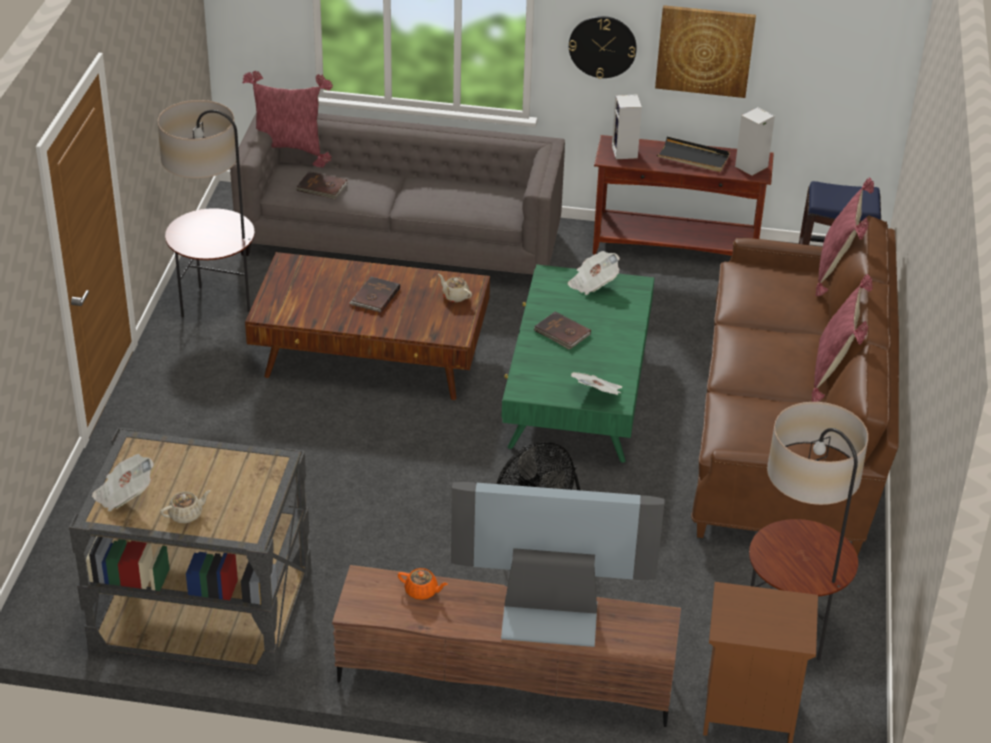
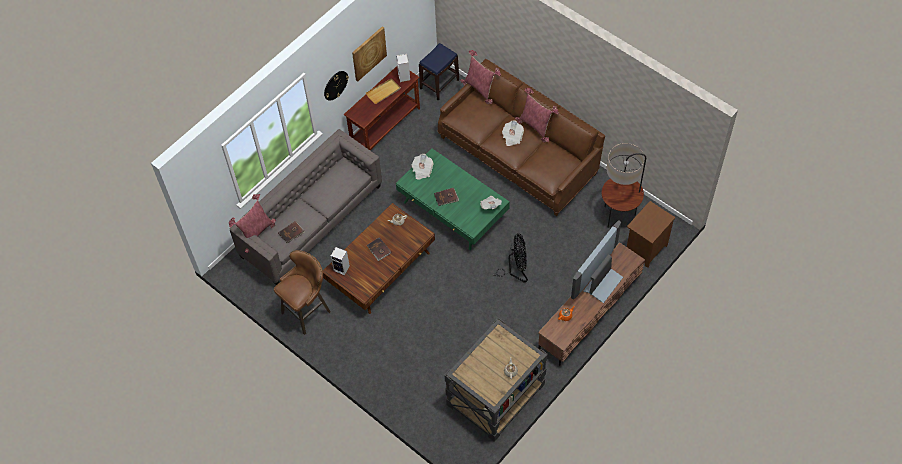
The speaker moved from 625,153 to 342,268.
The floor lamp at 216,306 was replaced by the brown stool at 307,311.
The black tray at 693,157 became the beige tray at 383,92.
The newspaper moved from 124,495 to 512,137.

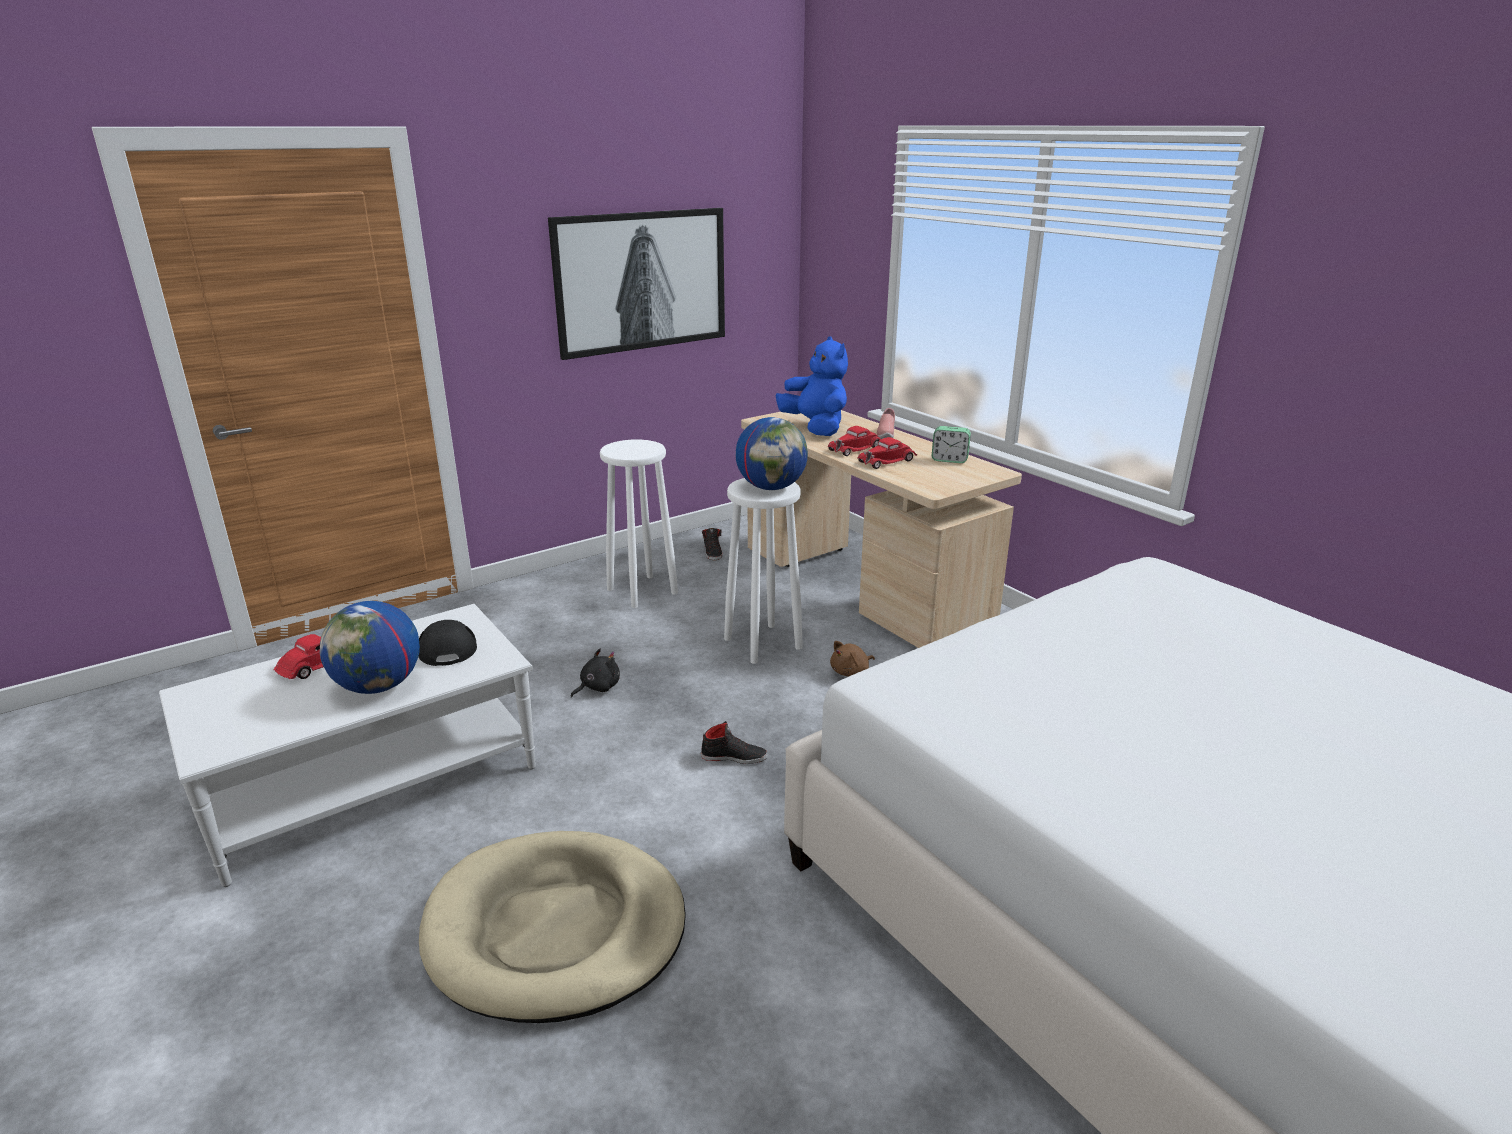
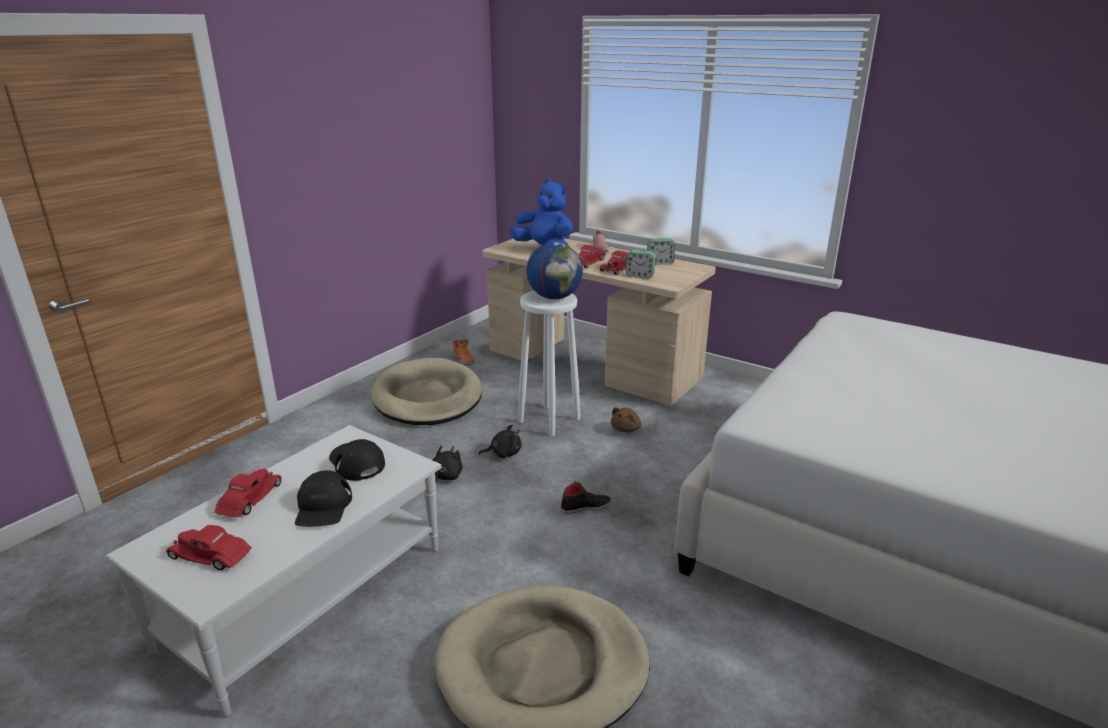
The picture at 642,281 disappeared.
The white stool at 641,591 was replaced by the beige dog bed at 427,397.
The black shoe at 713,552 became the orange shoe at 464,359.
The globe at 378,686 was replaced by the black cap at 323,507.
The alarm clock at 639,276 appeared.
The black plush toy at 503,453 appeared.
The red toy car at 211,555 appeared.

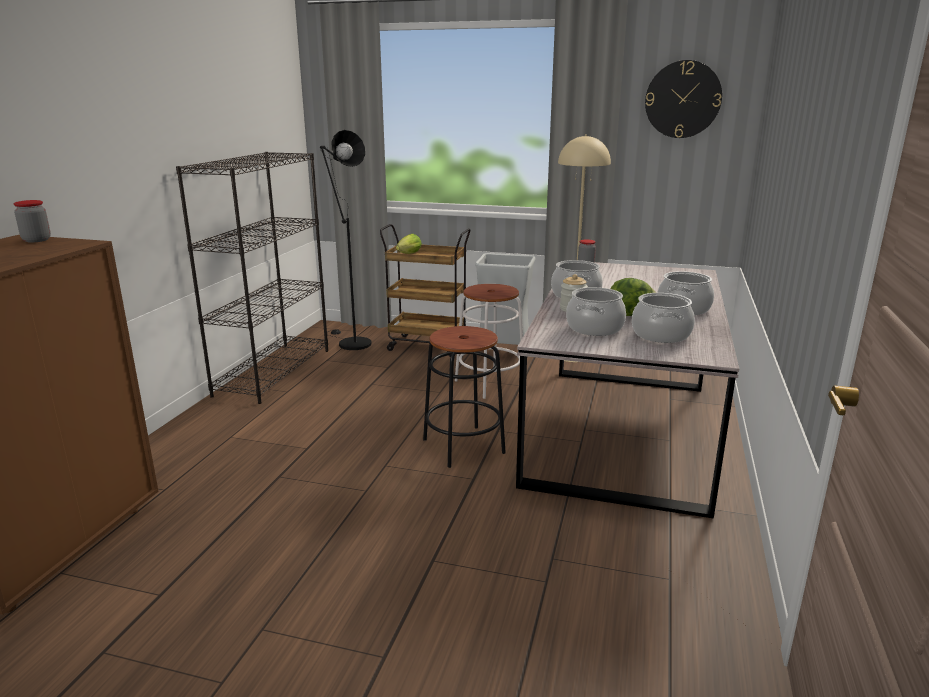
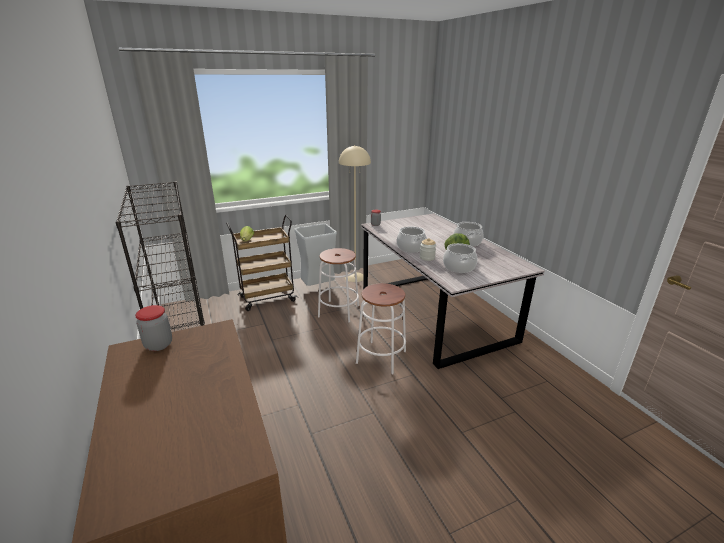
The wall clock at 683,99 disappeared.
The black floor lamp at 350,342 disappeared.
The cooking pot at 661,335 disappeared.
The black stool at 463,446 became the white stool at 381,357.

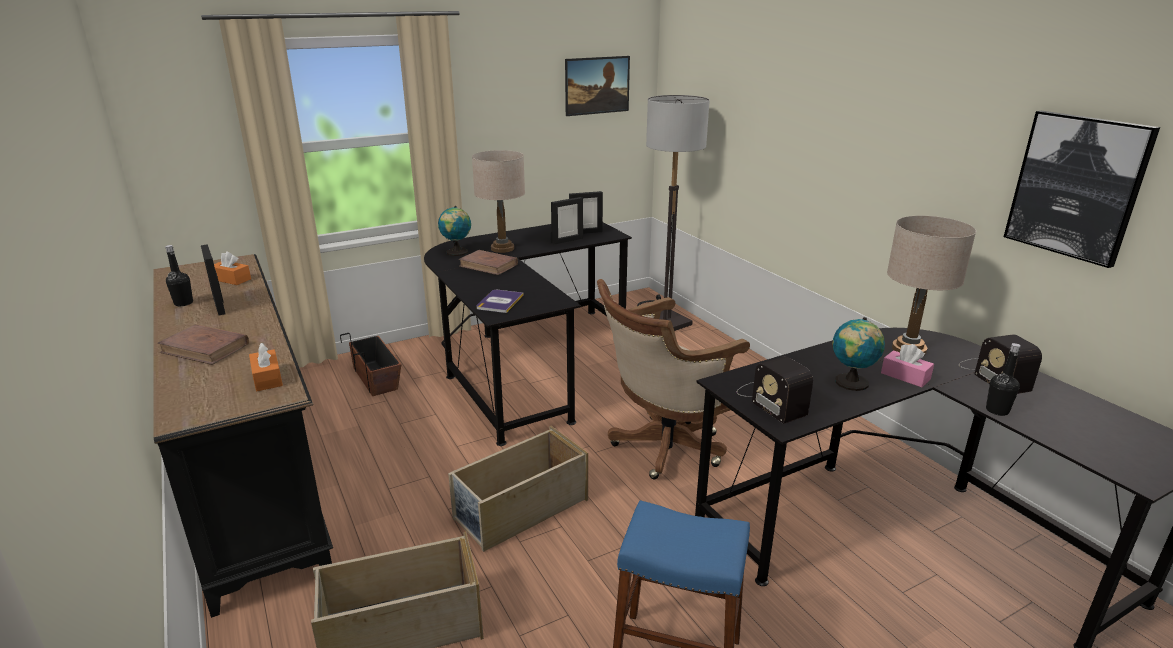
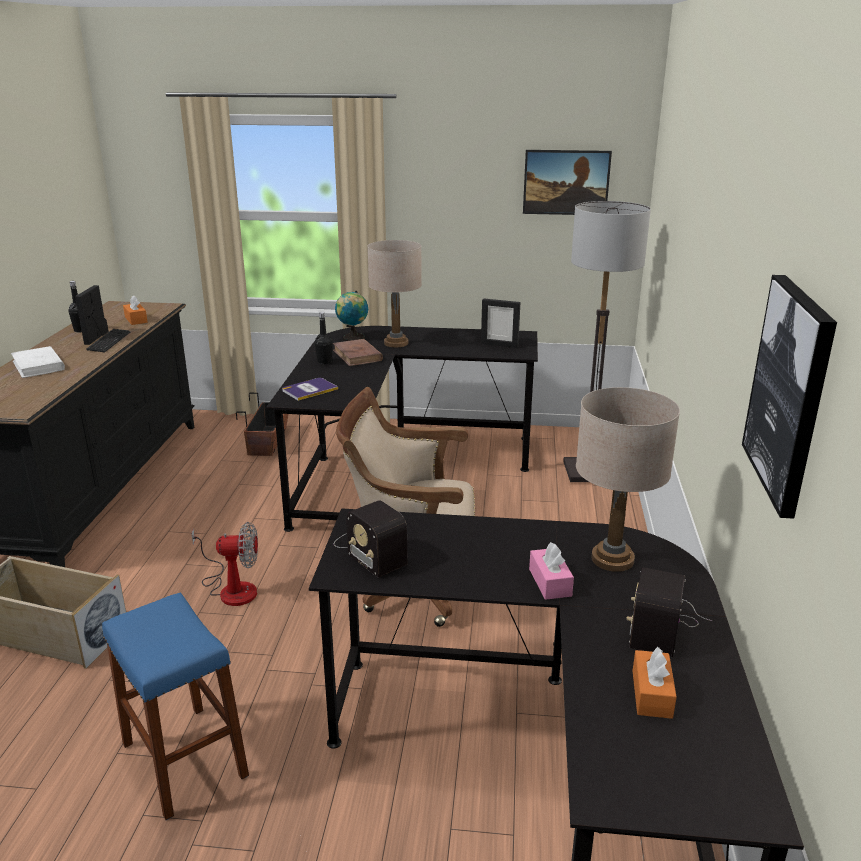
The picture frame at 567,240 disappeared.
The globe at 851,383 disappeared.
The brown book at 205,348 became the white book at 38,365.
The orange tissue box moved from 267,378 to 651,694.
The black bottle moved from 997,410 to 324,362.
The radio at 770,399 turned 45 degrees counterclockwise.
The beige storage box at 520,510 was replaced by the fan at 231,588.
The keyboard at 109,342 appeared.

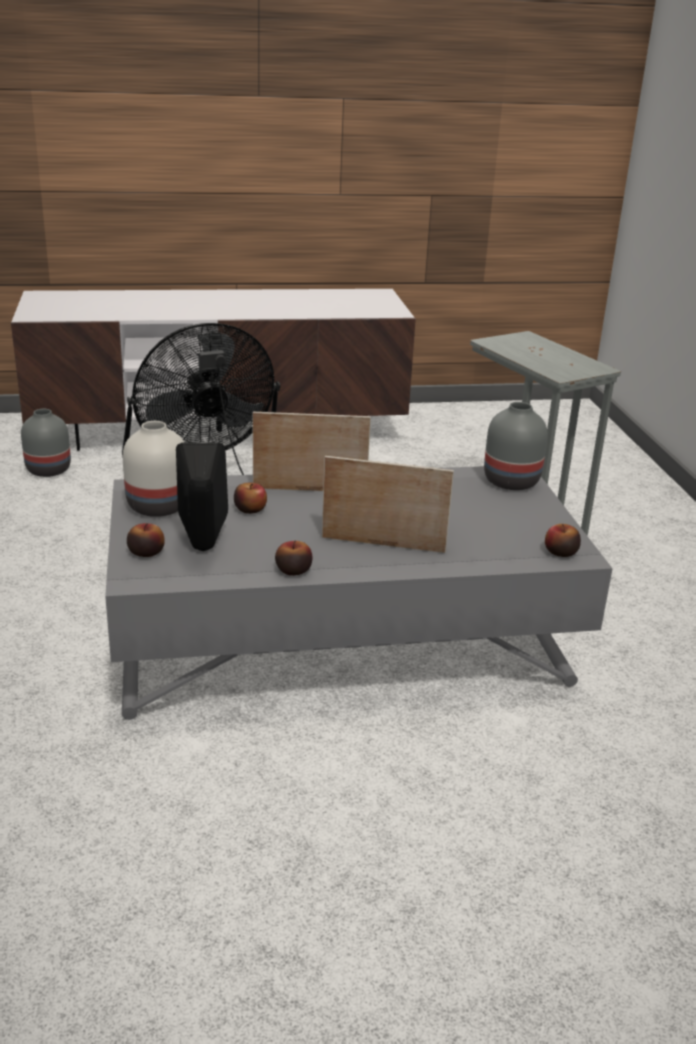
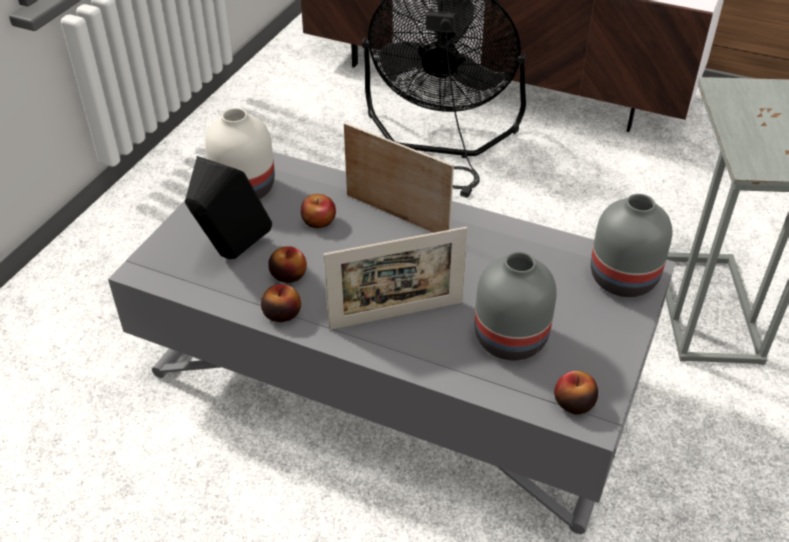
The grey vase moved from 49,470 to 510,340.
The picture frame at 383,545 turned 120 degrees clockwise.
The apple moved from 146,552 to 288,275.

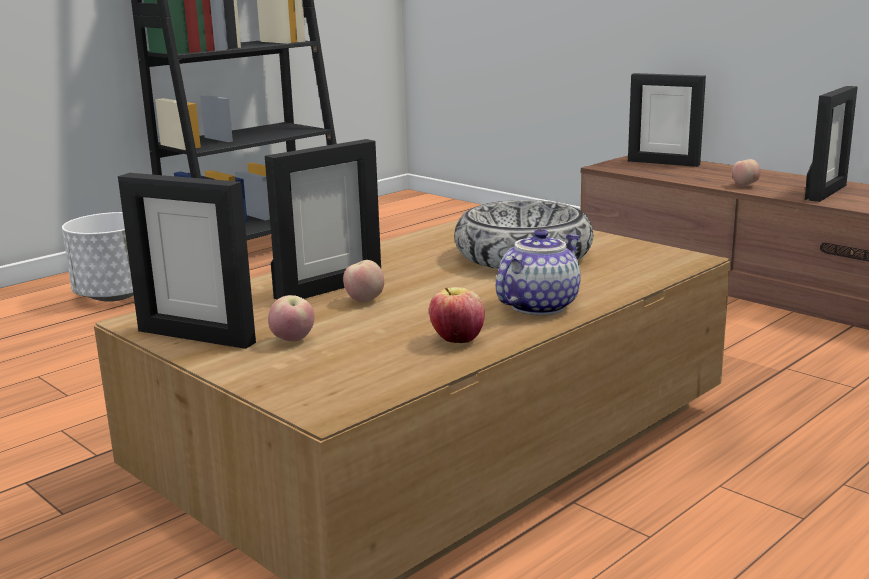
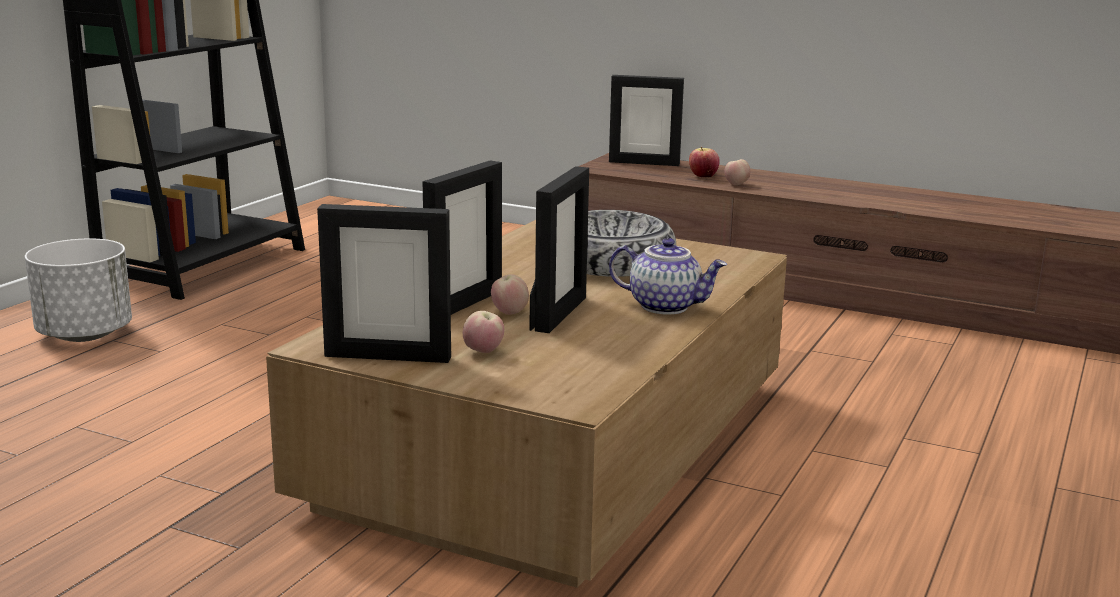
The picture frame moved from 826,192 to 558,313.
The teapot at 537,306 turned 90 degrees clockwise.
The apple moved from 457,340 to 703,177.

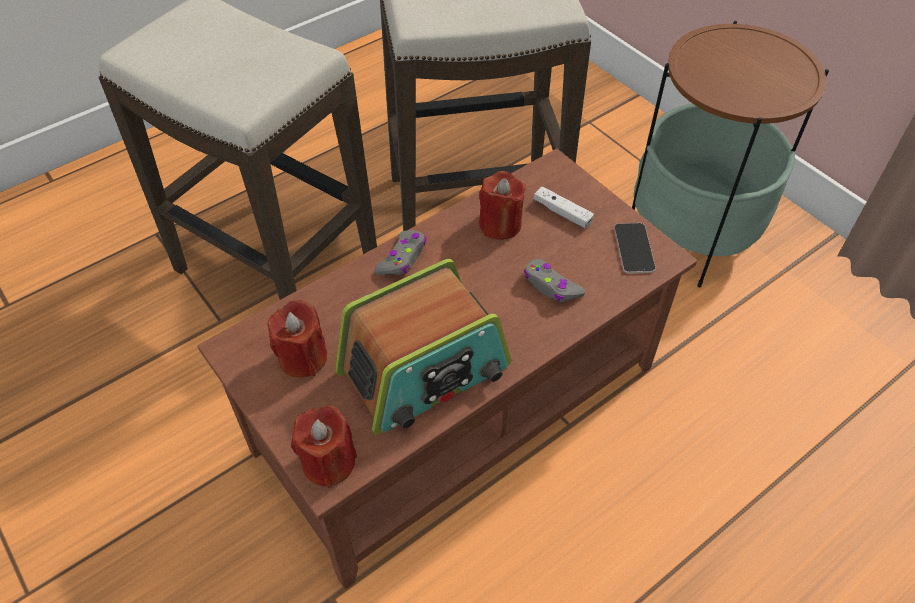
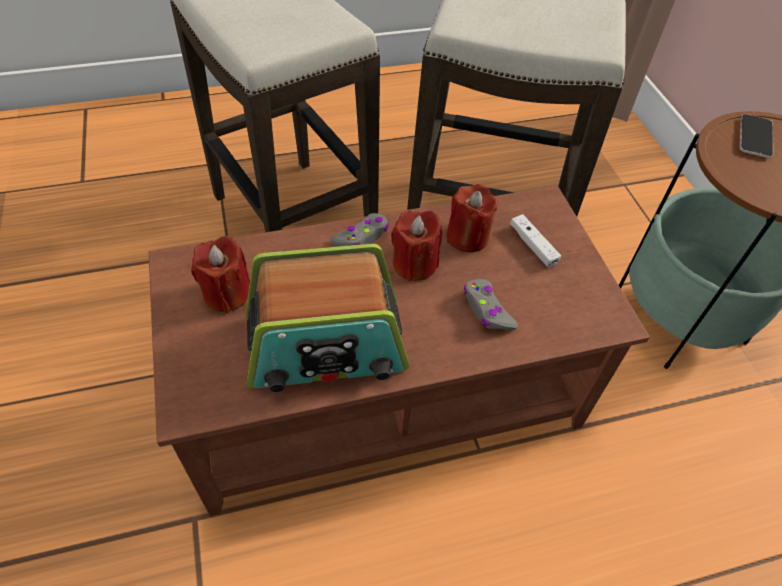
The phone moved from 634,248 to 755,136.
The red candle moved from 328,462 to 414,264.

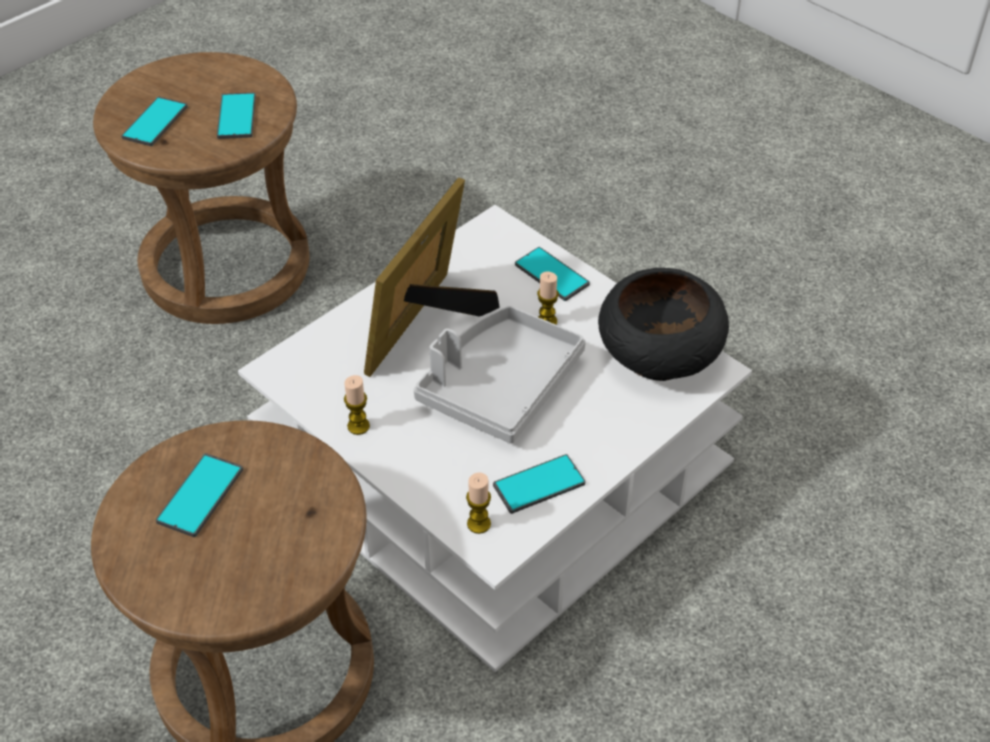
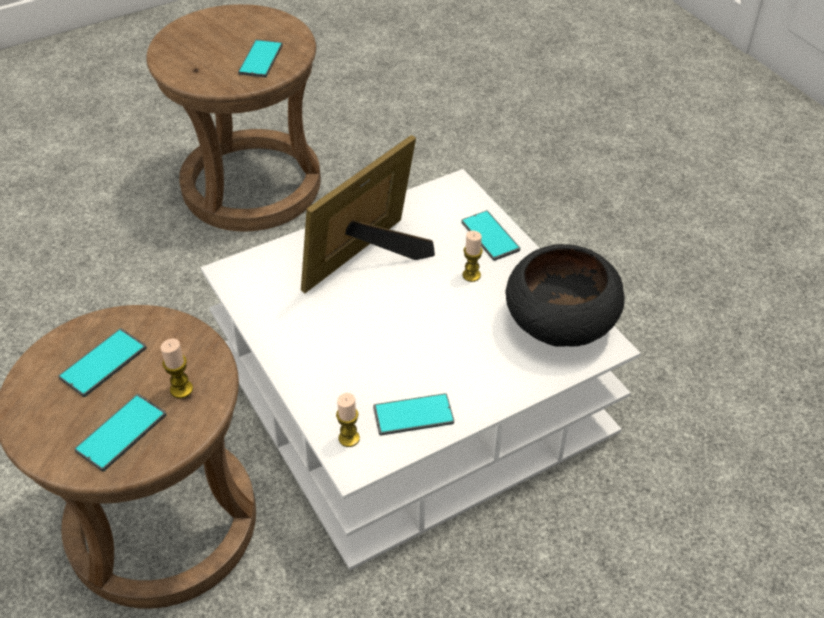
The phone moved from 155,122 to 121,432.
The grey tray at 500,385 disappeared.
The candle moved from 358,426 to 181,389.

